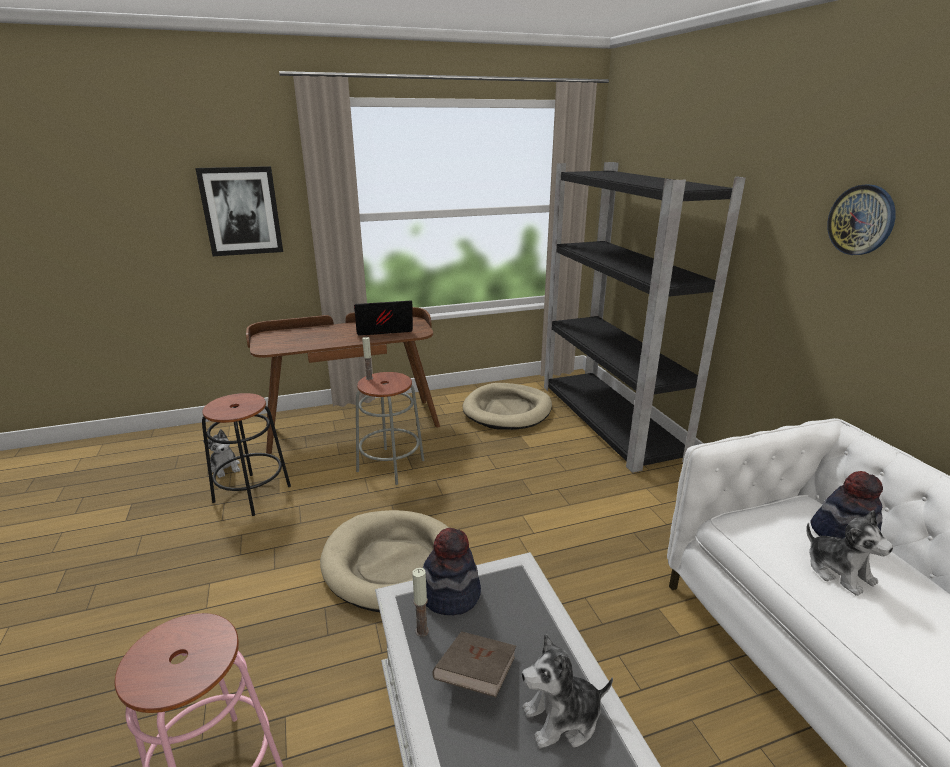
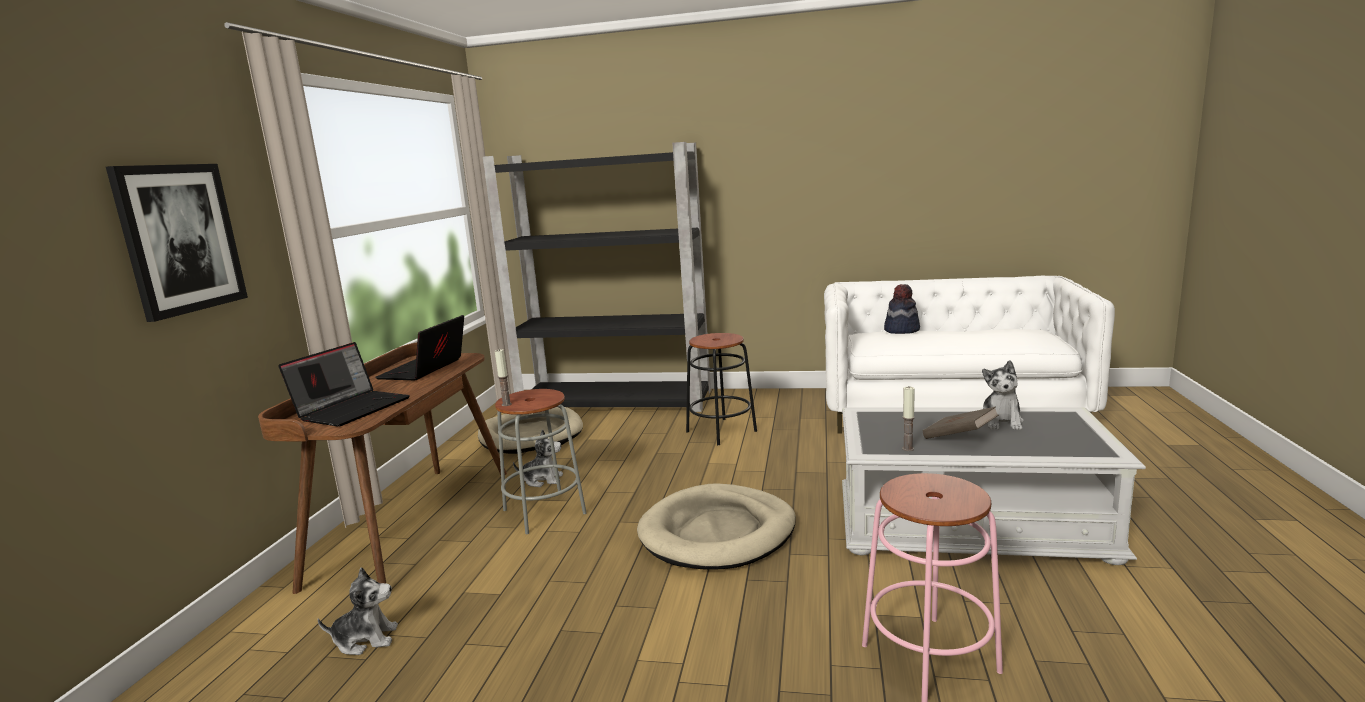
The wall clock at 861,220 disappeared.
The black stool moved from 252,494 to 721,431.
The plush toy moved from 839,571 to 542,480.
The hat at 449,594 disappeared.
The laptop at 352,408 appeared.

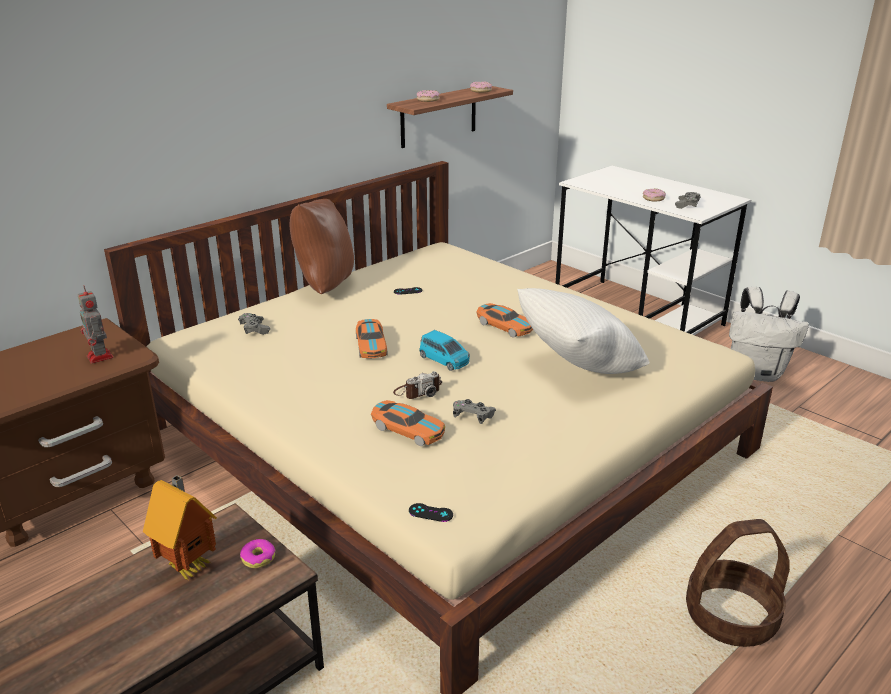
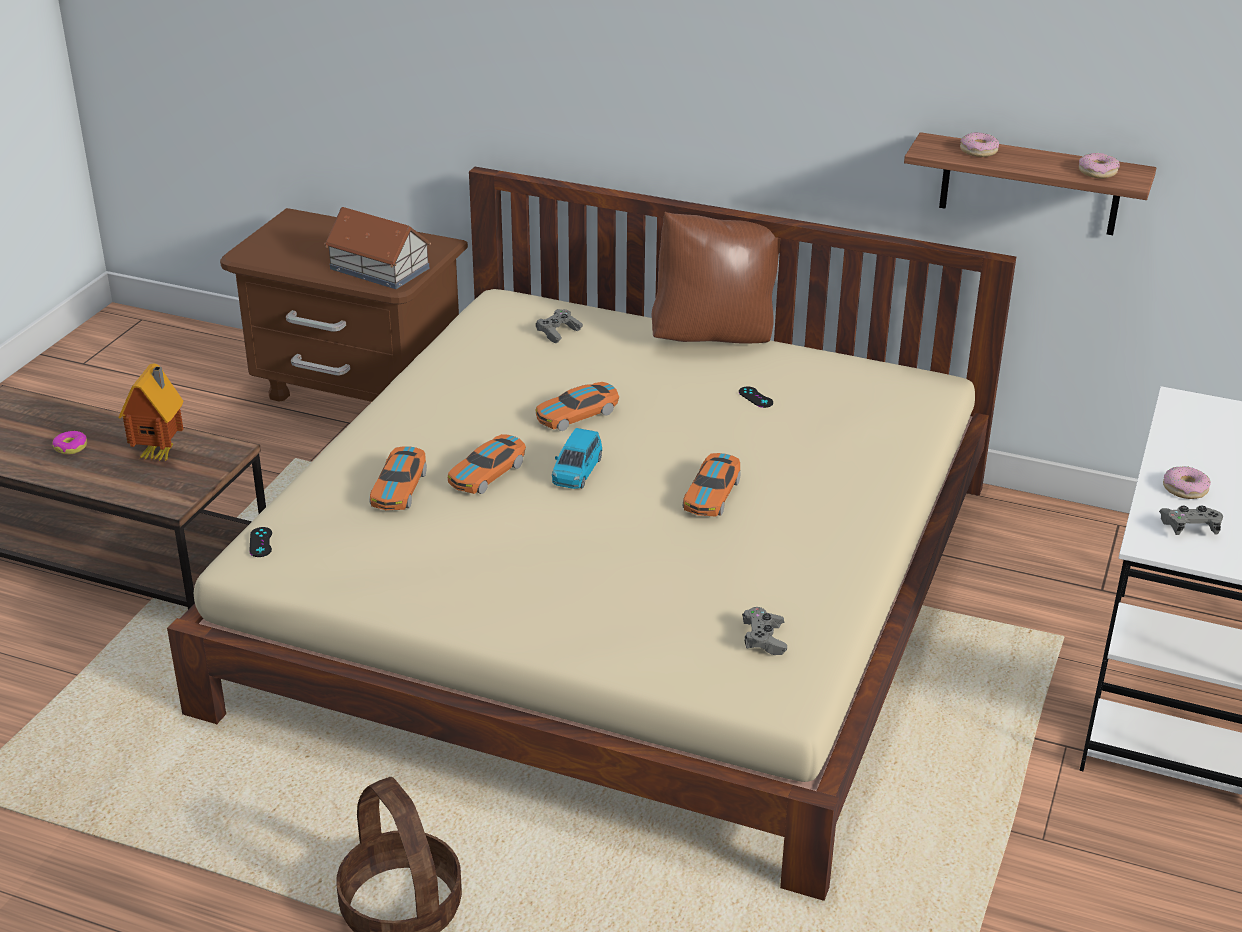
The toy robot at 100,357 was replaced by the toy house at 380,269.
The white backpack at 756,373 disappeared.
The white pillow at 578,367 disappeared.
The photo camera at 418,391 was replaced by the toy car at 487,473.
The grey game controller moved from 473,417 to 763,639.
The donut moved from 258,558 to 71,447.

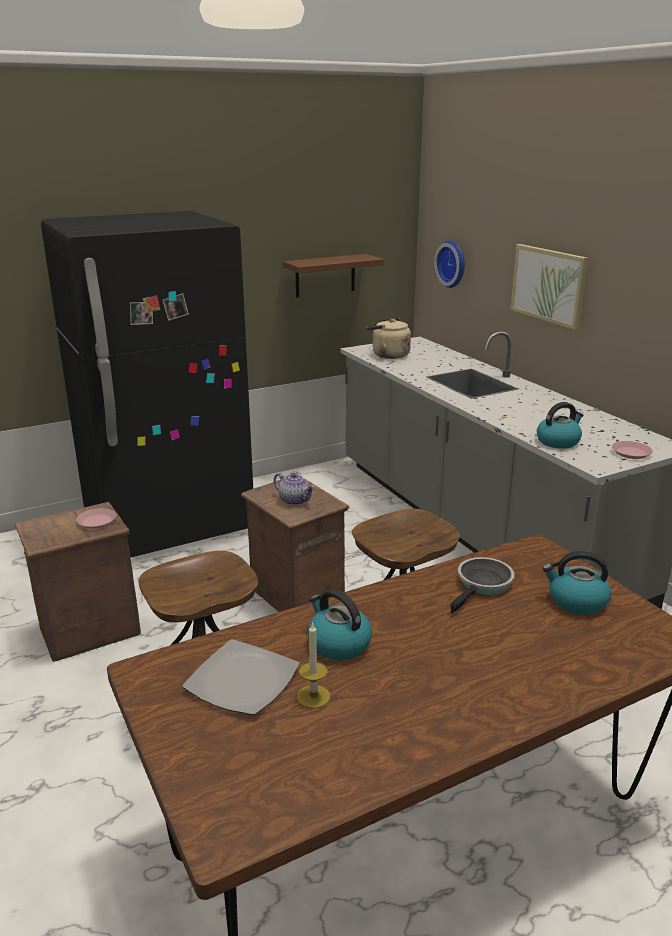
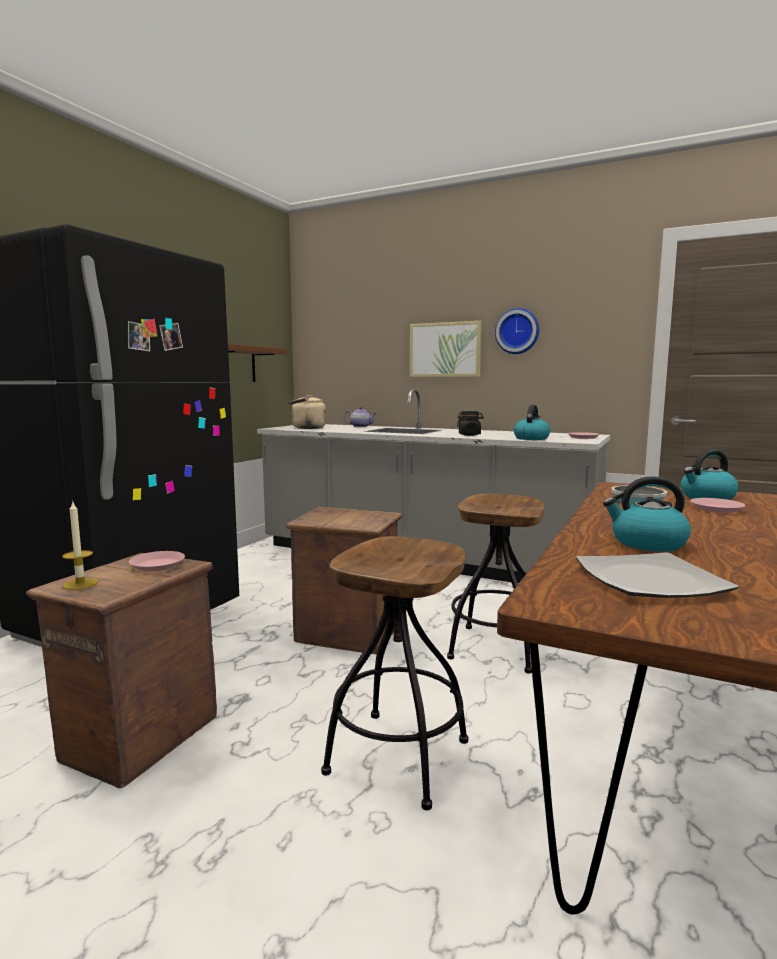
The wall clock moved from 453,264 to 517,331.
The teapot moved from 295,500 to 360,426.
The candle moved from 313,696 to 80,584.
The black jar at 469,435 appeared.
The pink plate at 716,509 appeared.

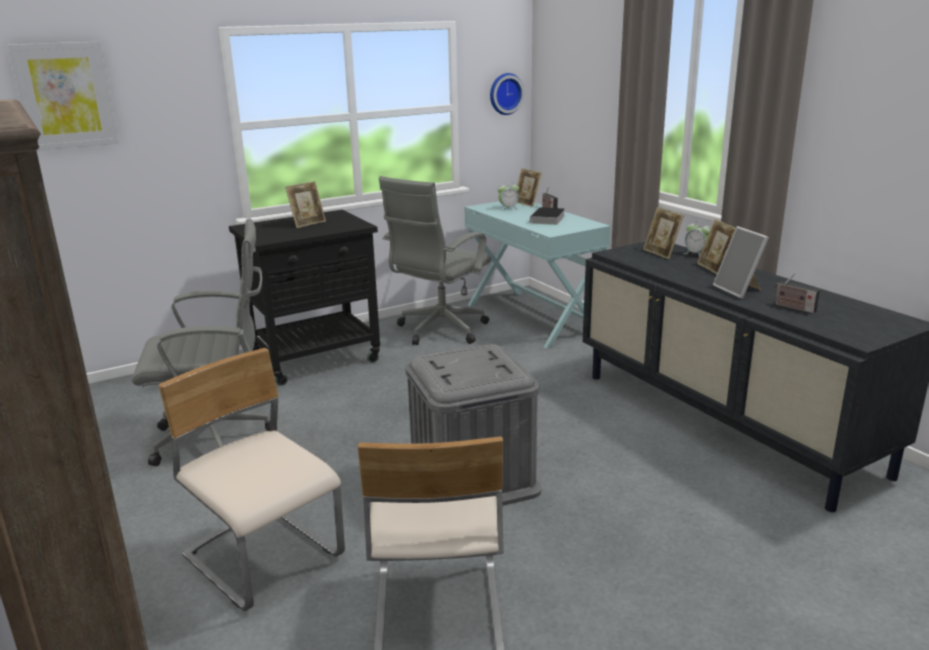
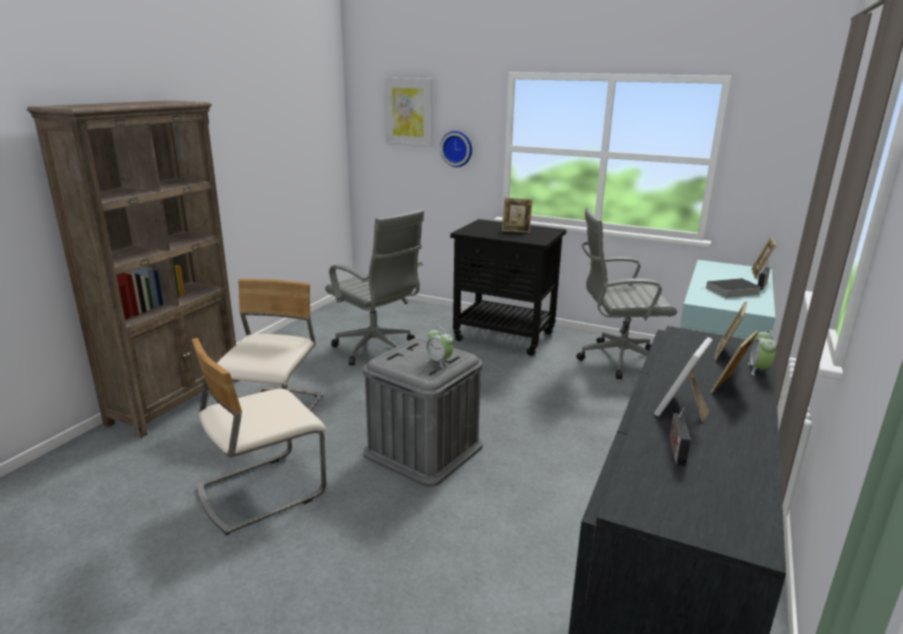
The wall clock moved from 505,93 to 457,148.
The alarm clock moved from 508,208 to 439,362.

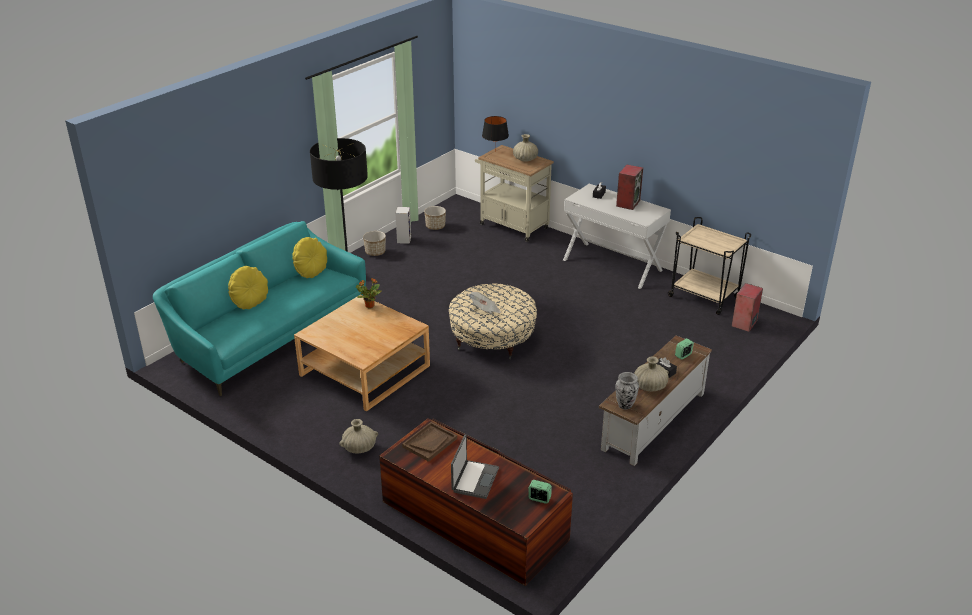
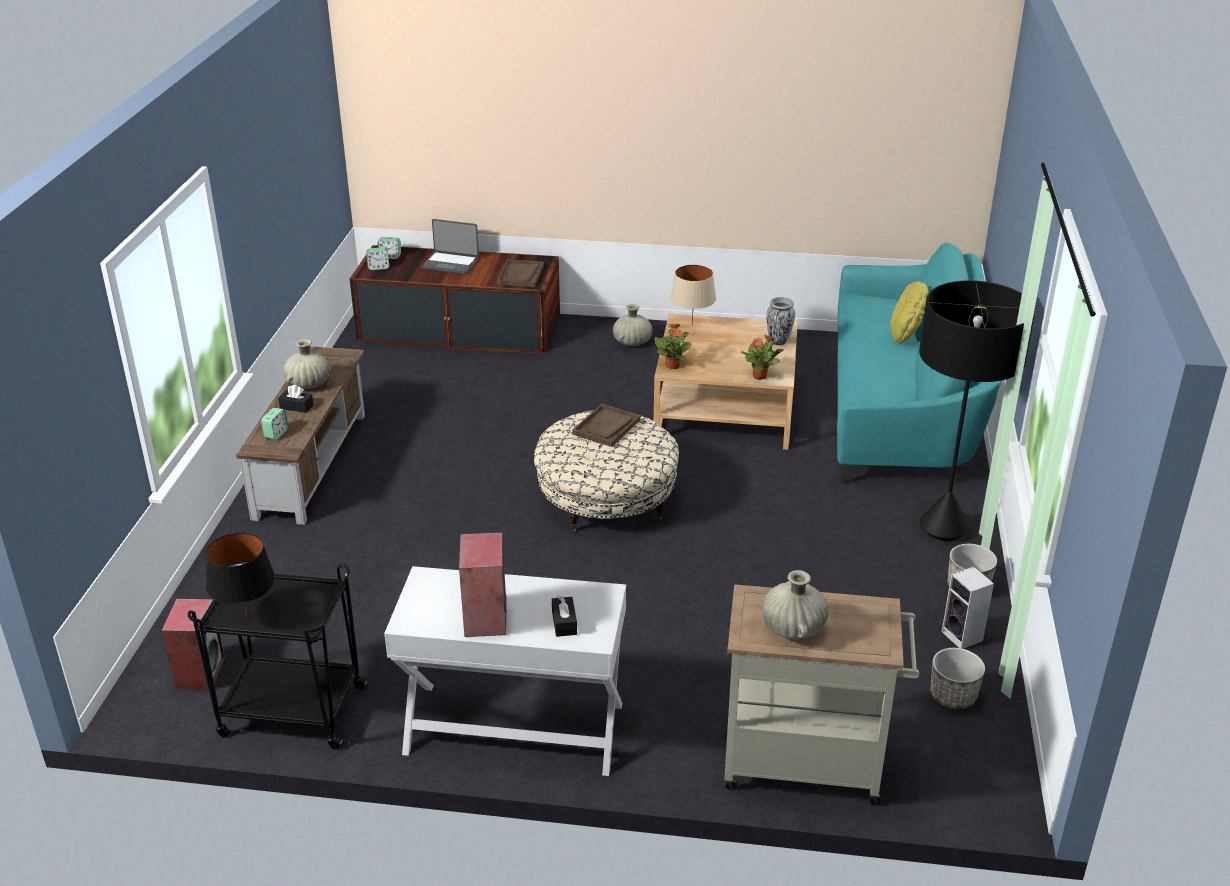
The black table lamp moved from 495,151 to 247,616.
The beige cart at 704,297 became the black cart at 291,710.
The yellow pillow at 311,273 disappeared.
The newspaper at 484,310 was replaced by the brown tray at 606,427.
The vase moved from 625,405 to 778,341.
The laptop at 474,480 turned 60 degrees counterclockwise.
The alarm clock at 390,256 appeared.
The beige table lamp at 692,325 appeared.
The potted plant at 673,365 appeared.

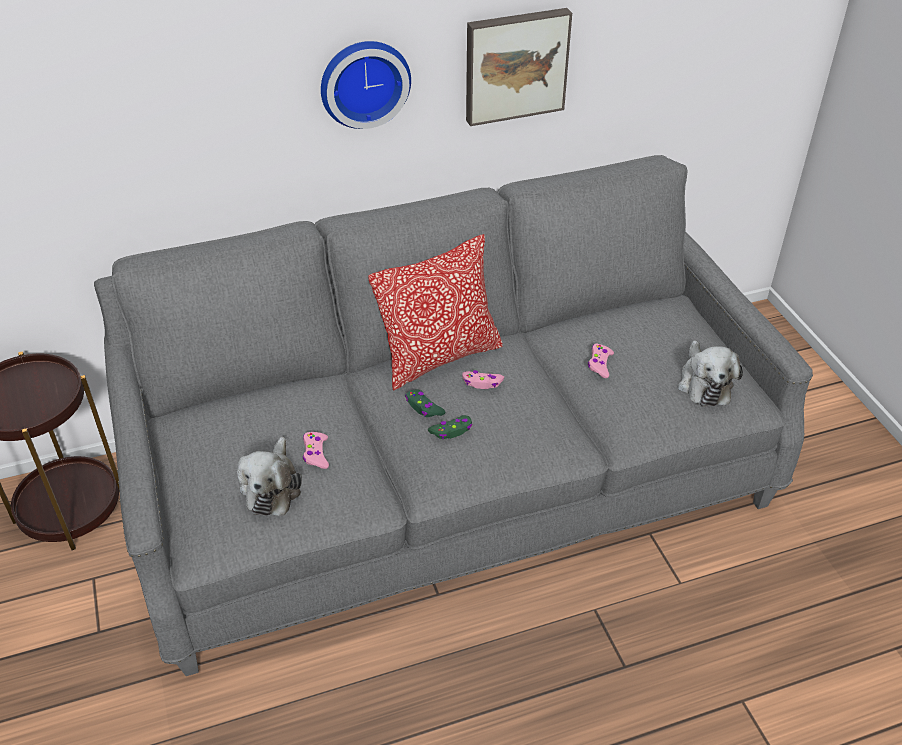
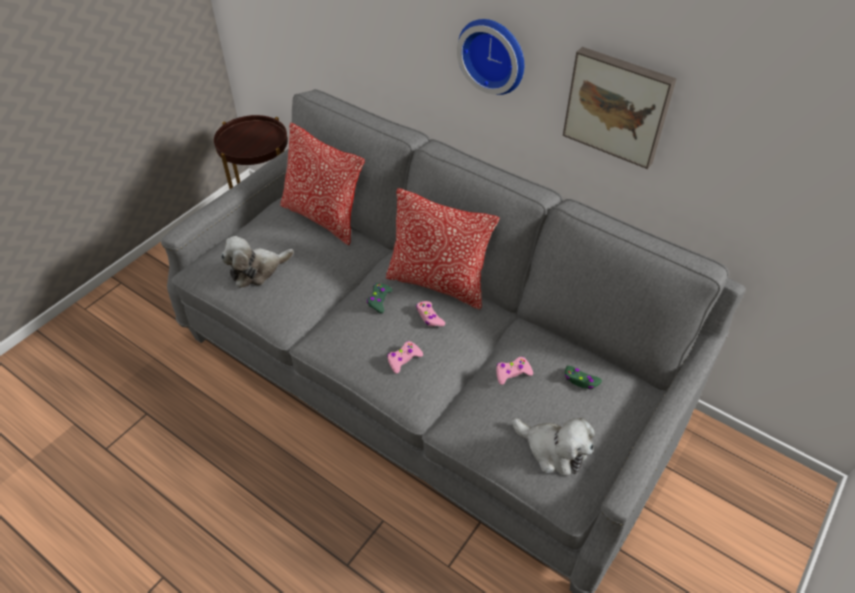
The plush toy at 704,383 turned 105 degrees counterclockwise.
The green game controller moved from 452,431 to 581,380.
The pink game controller moved from 316,454 to 403,359.
The pillow at 323,218 appeared.

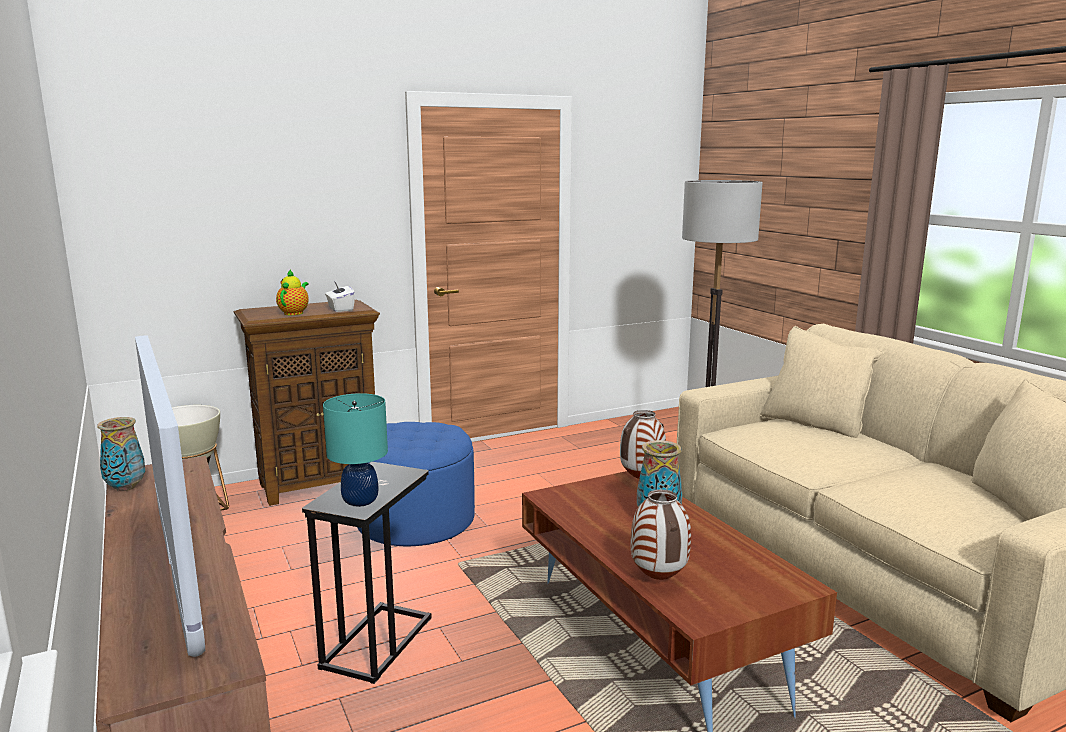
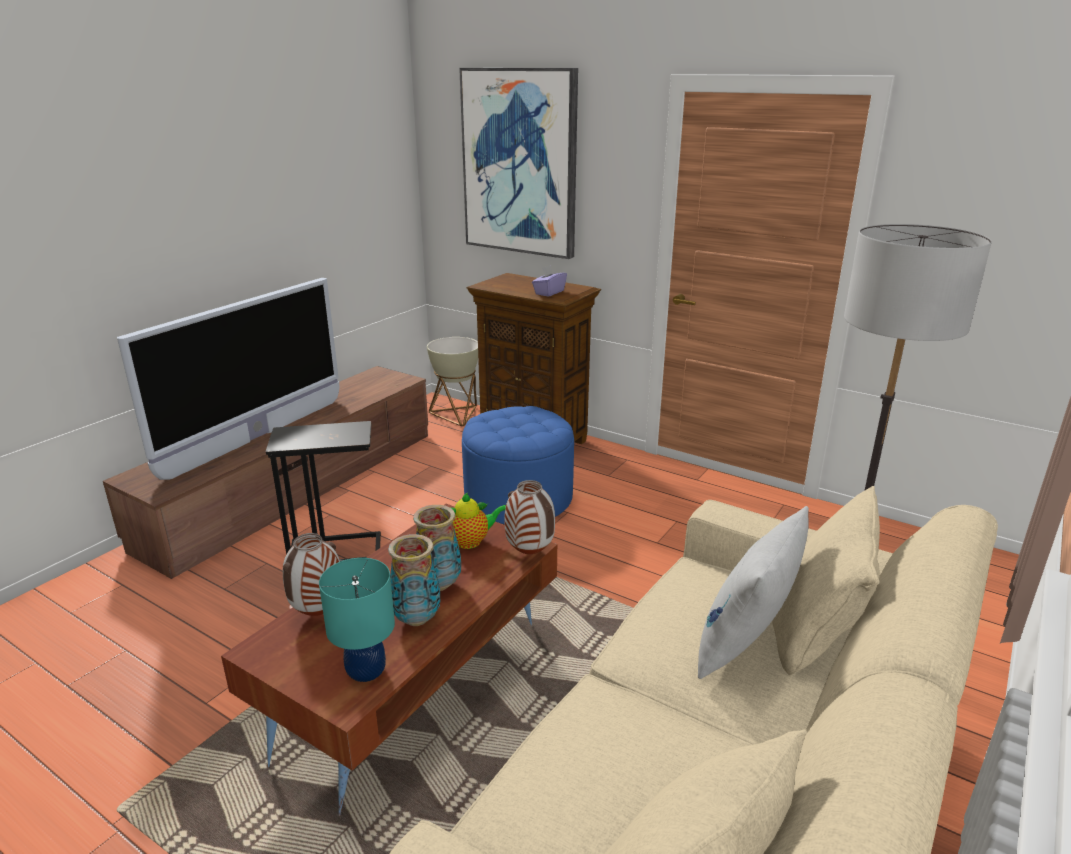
The teapot moved from 294,313 to 471,541.
The white tissue box at 340,309 became the purple tissue box at 549,292.
The turquoise table lamp moved from 358,502 to 364,672.
The vase moved from 126,487 to 417,619.
The picture at 520,163 appeared.
The grey pillow at 745,645 appeared.

